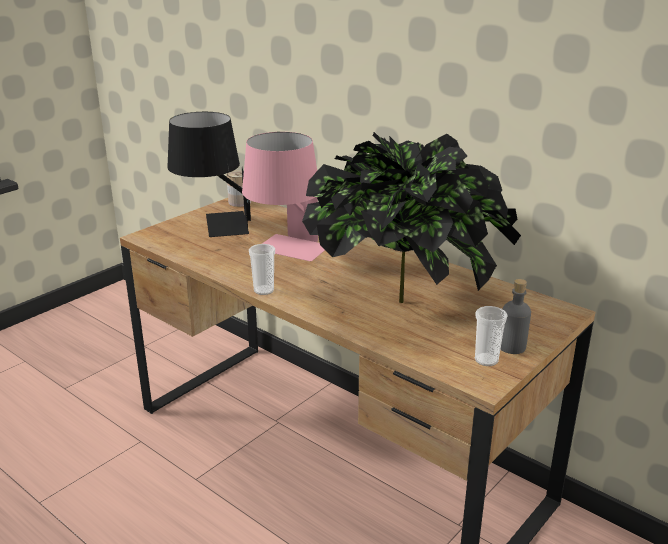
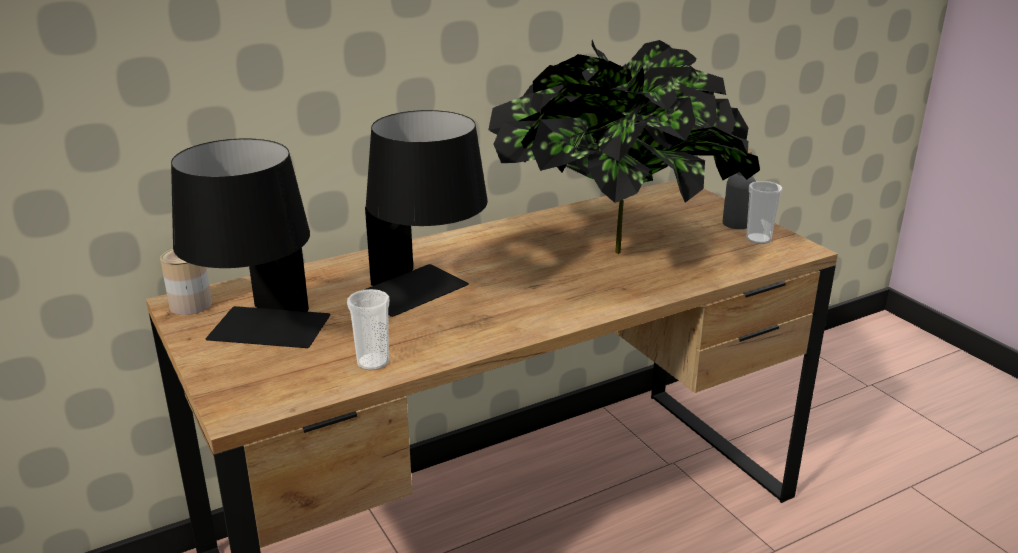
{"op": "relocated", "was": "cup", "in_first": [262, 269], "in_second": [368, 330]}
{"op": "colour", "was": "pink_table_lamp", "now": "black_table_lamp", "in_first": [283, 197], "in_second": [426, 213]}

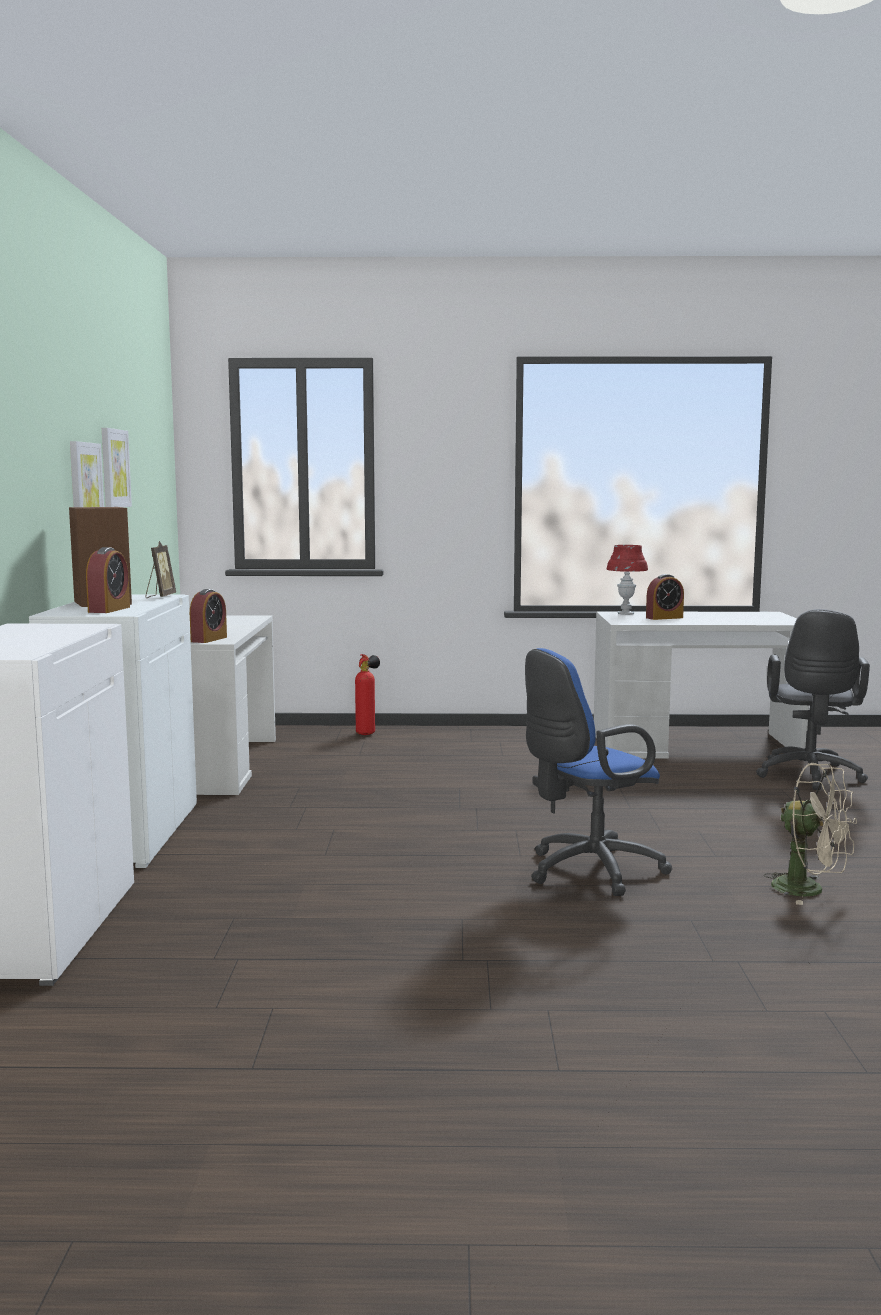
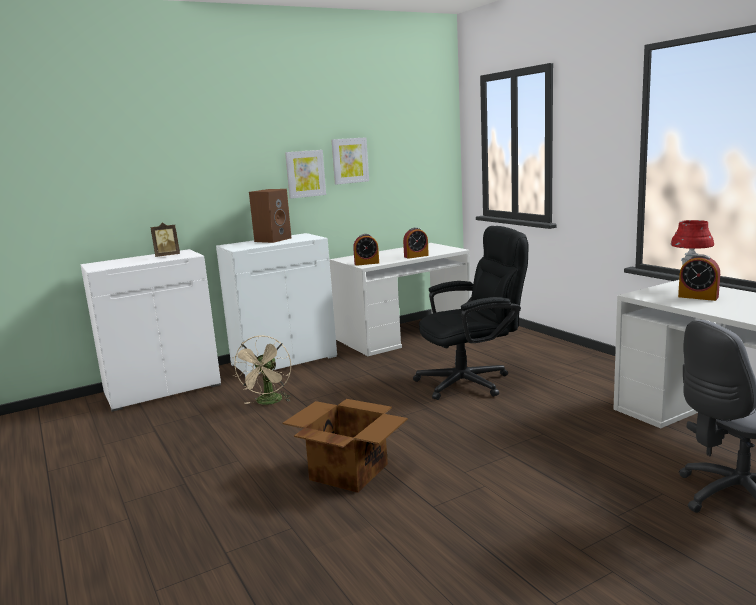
{"op": "missing", "was": "fire_extinguisher", "in_first": [367, 694]}
{"op": "appeared", "now": "black_office_chair", "in_second": [470, 313]}
{"op": "relocated", "was": "alarm_clock", "in_first": [108, 580], "in_second": [416, 243]}
{"op": "relocated", "was": "picture_frame", "in_first": [161, 569], "in_second": [165, 240]}
{"op": "relocated", "was": "beige_fan", "in_first": [810, 834], "in_second": [261, 370]}
{"op": "exchanged", "was": "blue_office_chair", "now": "cardboard_box", "in_first": [598, 772], "in_second": [345, 446]}

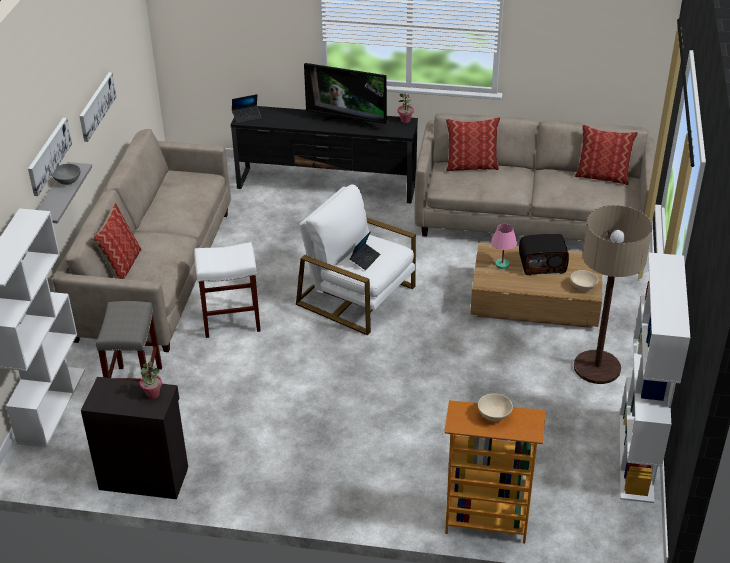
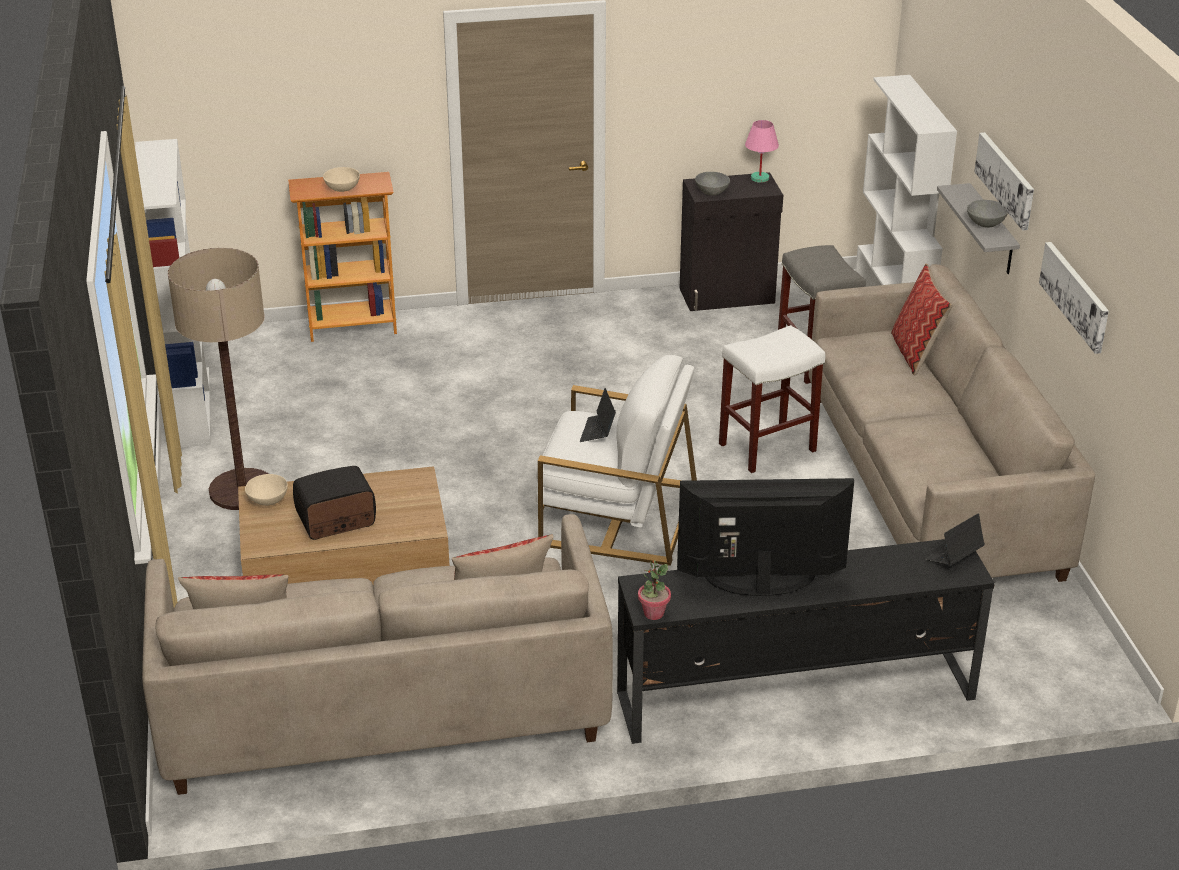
{"op": "relocated", "was": "pink_table_lamp", "in_first": [504, 246], "in_second": [762, 151]}
{"op": "exchanged", "was": "potted_plant", "now": "grey_bowl", "in_first": [151, 380], "in_second": [712, 183]}

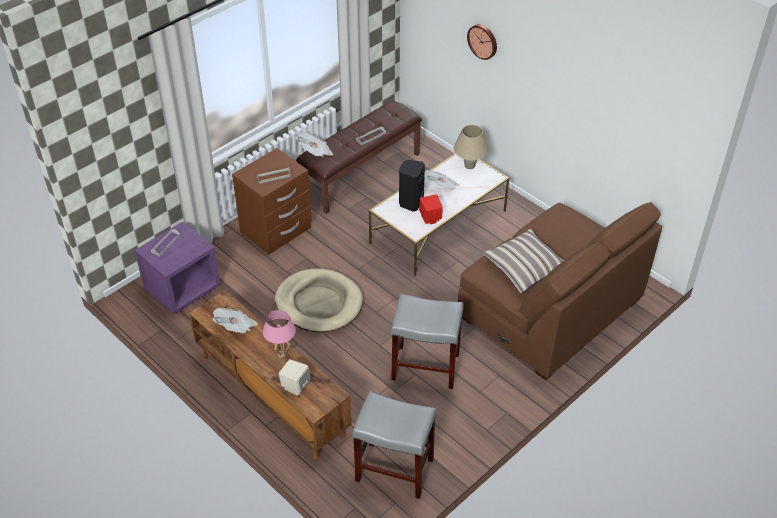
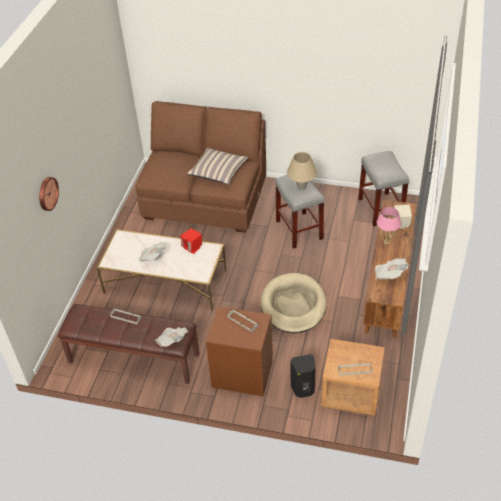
{"op": "relocated", "was": "black_speaker", "in_first": [412, 186], "in_second": [303, 376]}
{"op": "relocated", "was": "beige_table_lamp", "in_first": [471, 147], "in_second": [302, 171]}
{"op": "colour", "was": "purple_nightstand", "now": "brown_nightstand", "in_first": [178, 268], "in_second": [353, 377]}

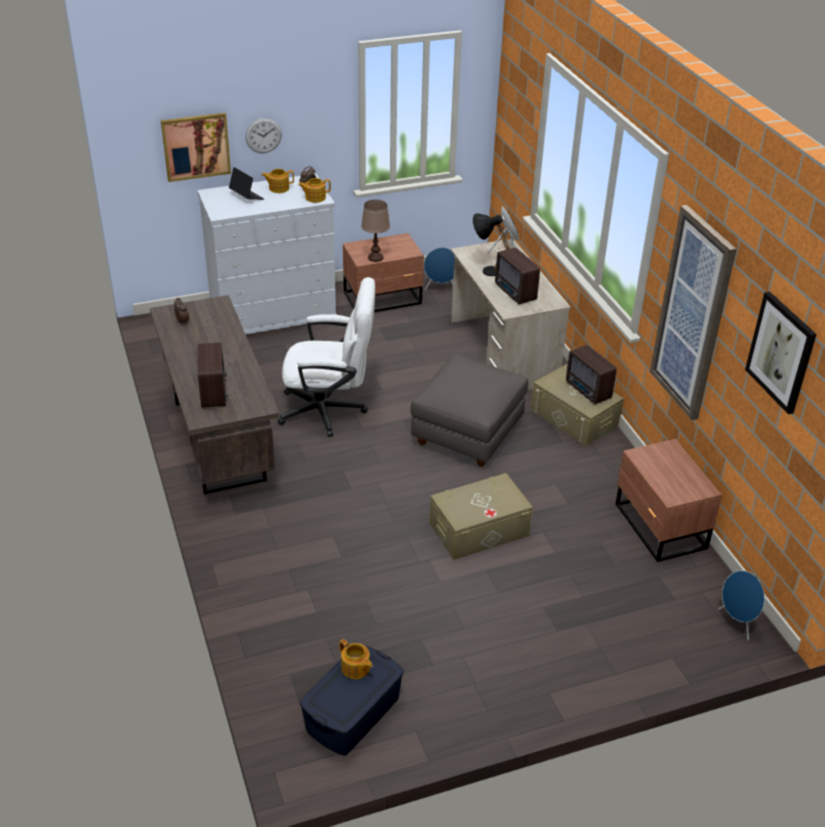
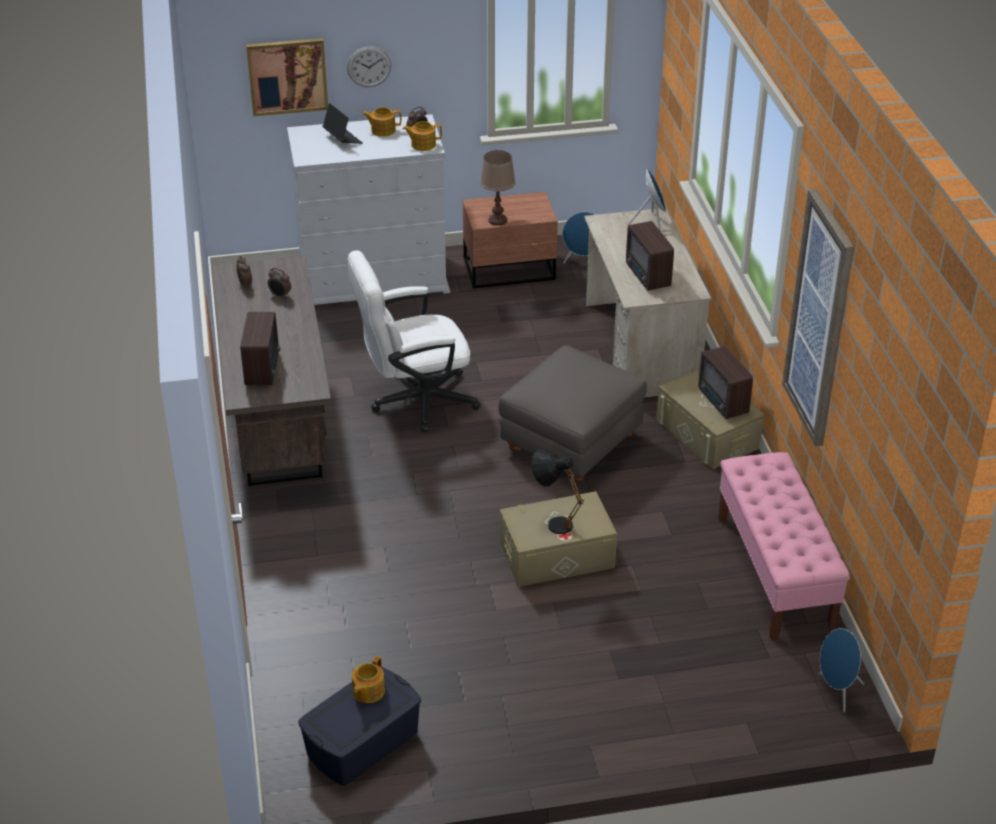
{"op": "missing", "was": "picture", "in_first": [781, 352]}
{"op": "appeared", "now": "alarm_clock", "in_second": [279, 283]}
{"op": "relocated", "was": "black_table_lamp", "in_first": [491, 245], "in_second": [557, 491]}
{"op": "exchanged", "was": "brown_nightstand", "now": "pink_bench", "in_first": [669, 500], "in_second": [784, 546]}
{"op": "spun", "was": "white_office_chair", "in_first": [326, 357], "in_second": [414, 341], "clockwise": 150}
{"op": "spun", "was": "teapot", "in_first": [356, 659], "in_second": [368, 679], "clockwise": 60}

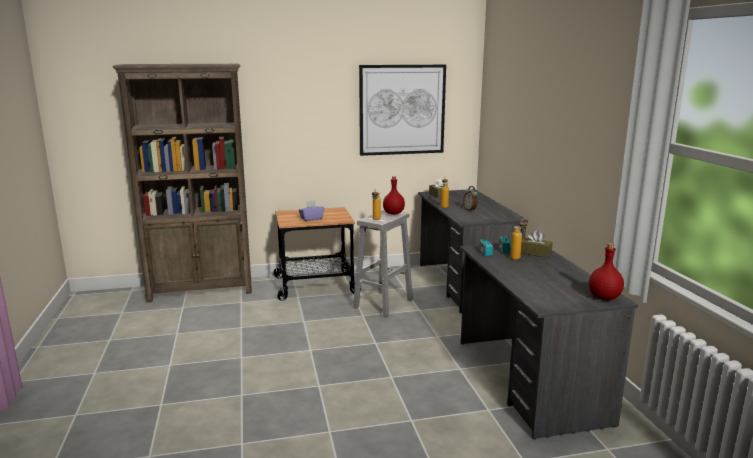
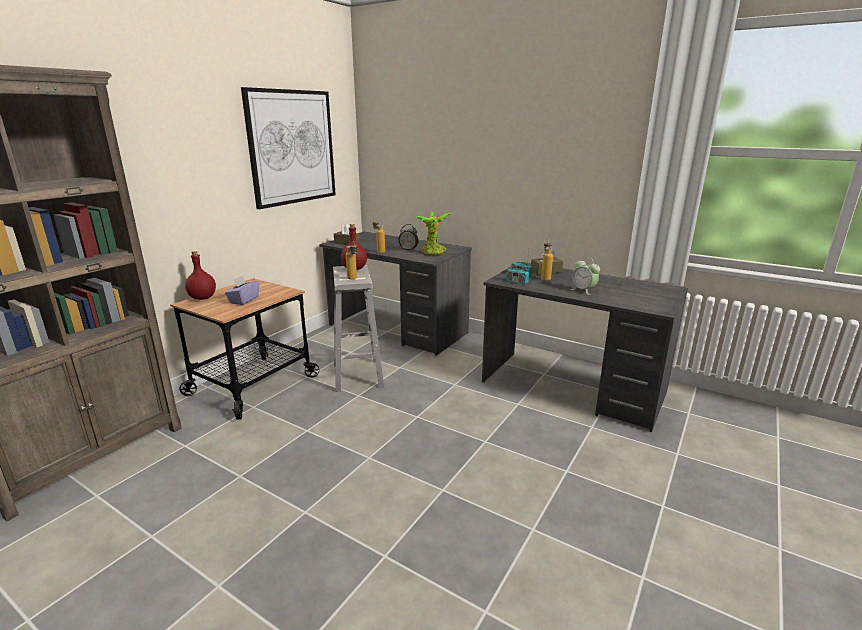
{"op": "appeared", "now": "potted_plant", "in_second": [433, 233]}
{"op": "appeared", "now": "alarm_clock", "in_second": [585, 276]}
{"op": "relocated", "was": "red_bottle", "in_first": [606, 271], "in_second": [200, 275]}

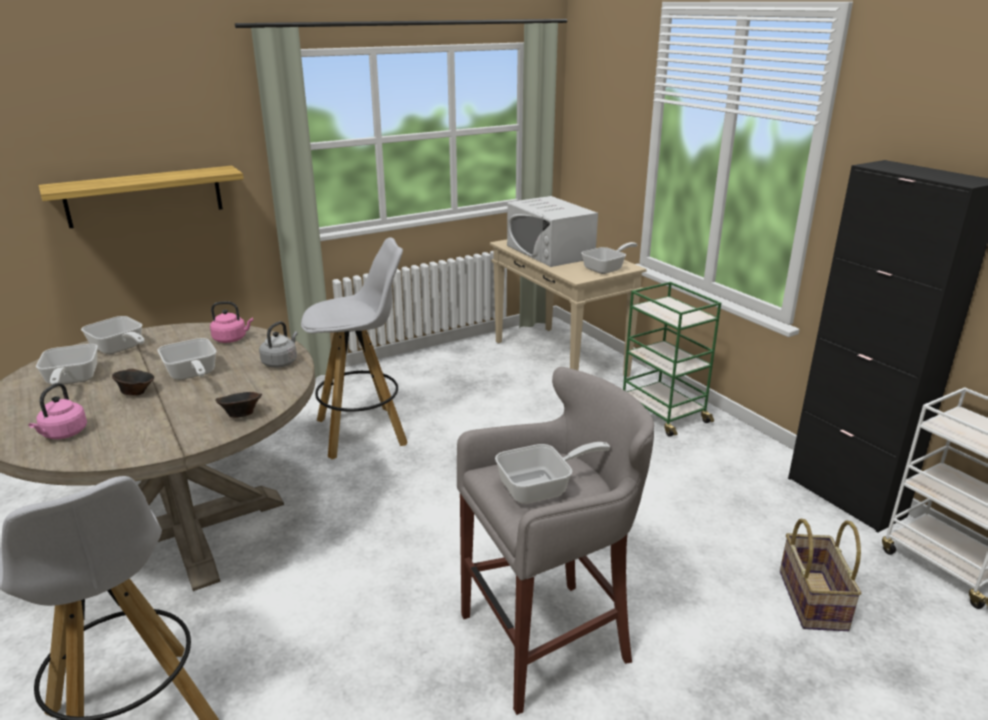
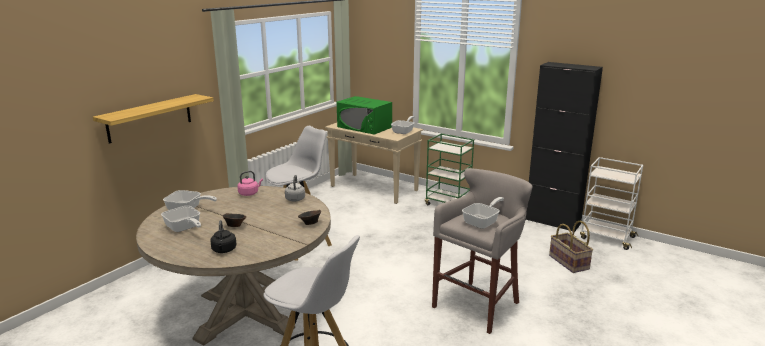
{"op": "missing", "was": "frying_pan", "in_first": [186, 359]}
{"op": "colour", "was": "pink_kettle", "now": "black_kettle", "in_first": [57, 411], "in_second": [223, 236]}
{"op": "colour", "was": "white_microwave", "now": "green_microwave", "in_first": [552, 231], "in_second": [364, 115]}

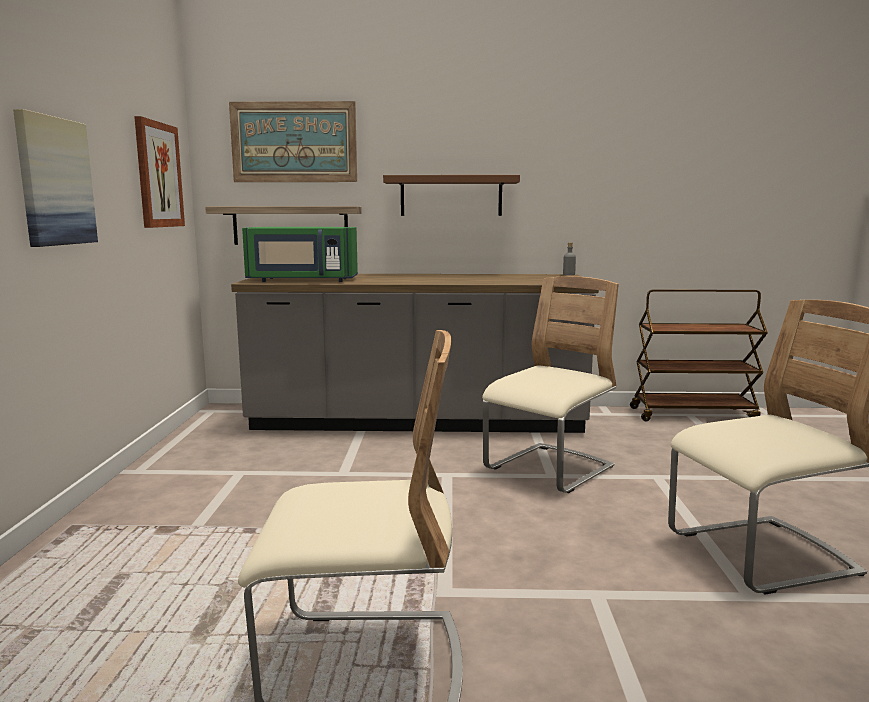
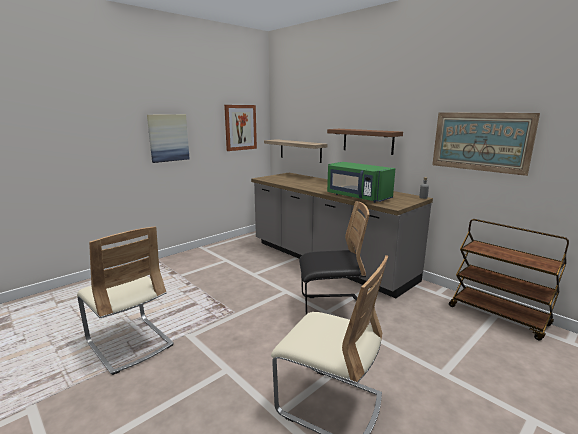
{"op": "relocated", "was": "picture", "in_first": [293, 141], "in_second": [486, 144]}
{"op": "relocated", "was": "green_microwave", "in_first": [300, 254], "in_second": [361, 182]}
{"op": "colour", "was": "beige_chair", "now": "black_chair", "in_first": [550, 384], "in_second": [334, 260]}

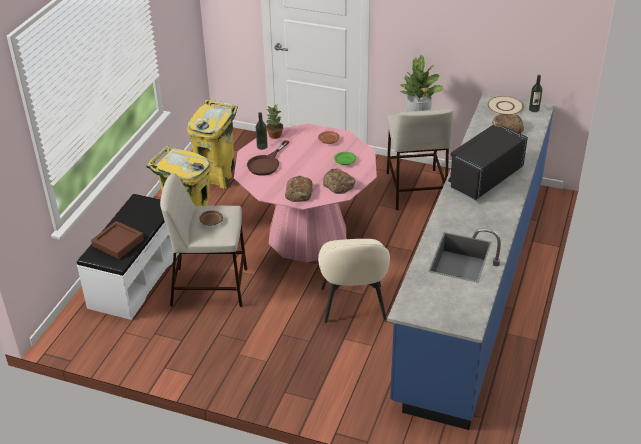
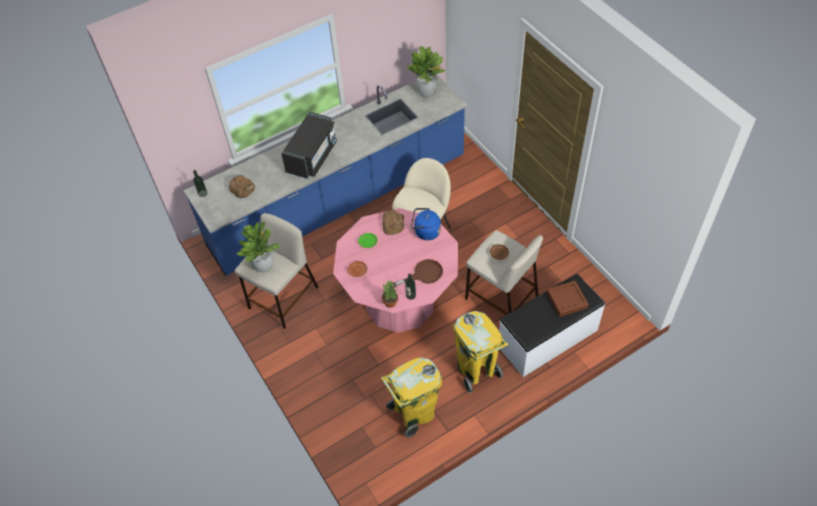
{"op": "missing", "was": "beige_plate", "in_first": [506, 105]}
{"op": "appeared", "now": "potted_plant", "in_second": [426, 72]}
{"op": "exchanged", "was": "bread", "now": "blue_kettle", "in_first": [299, 189], "in_second": [426, 224]}
{"op": "spun", "was": "black_microwave", "in_first": [488, 163], "in_second": [309, 145], "clockwise": -60}

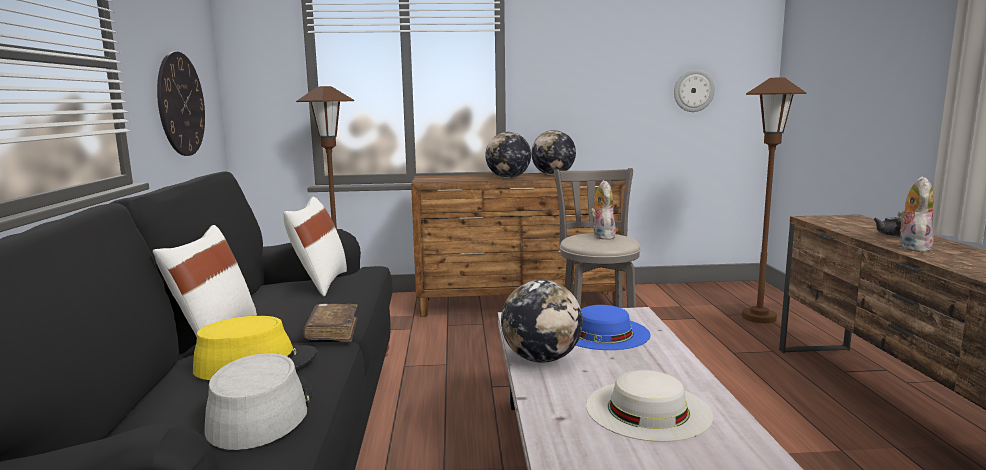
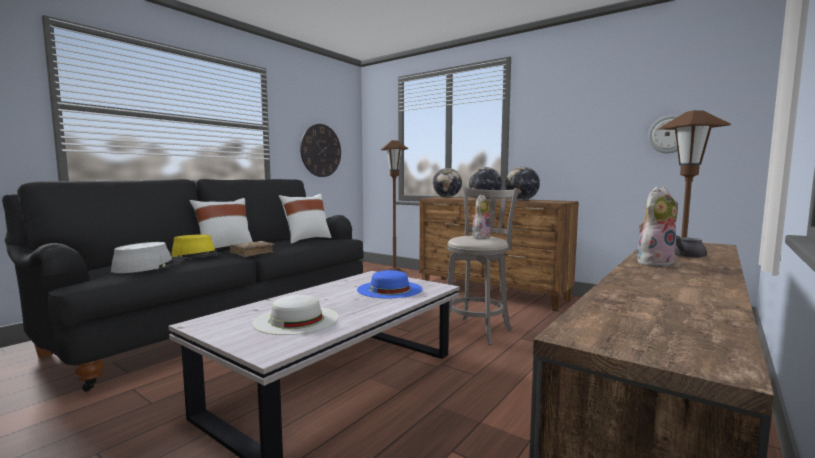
{"op": "relocated", "was": "globe", "in_first": [542, 321], "in_second": [447, 182]}

